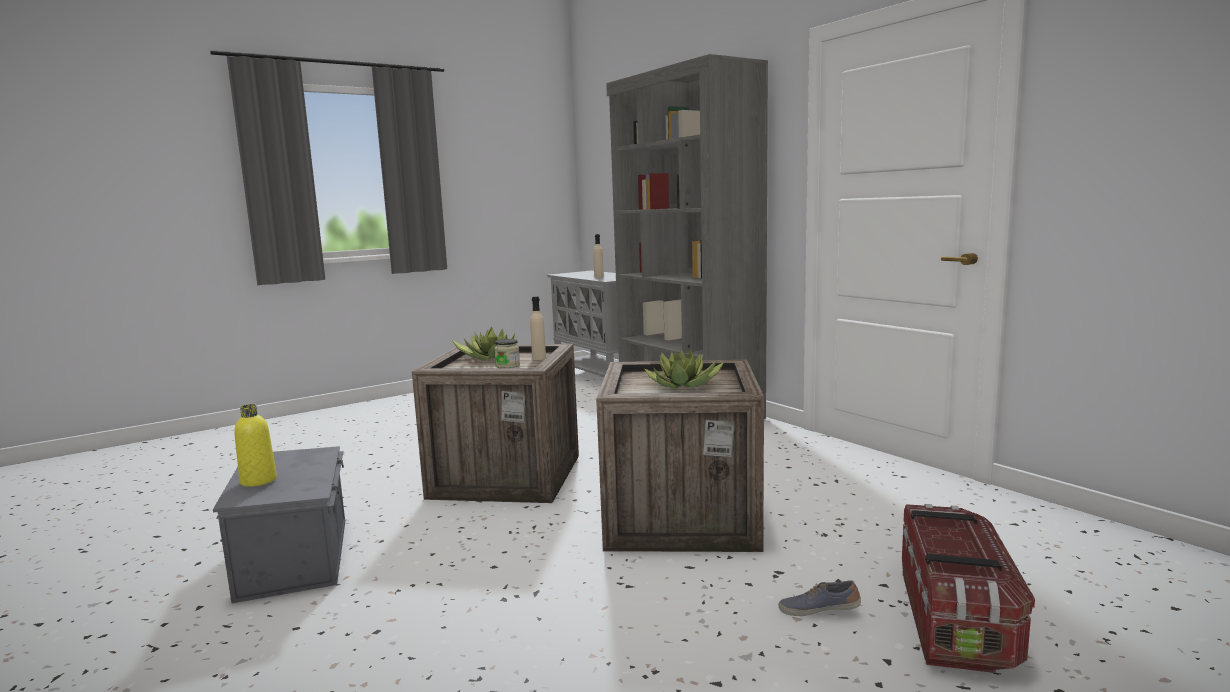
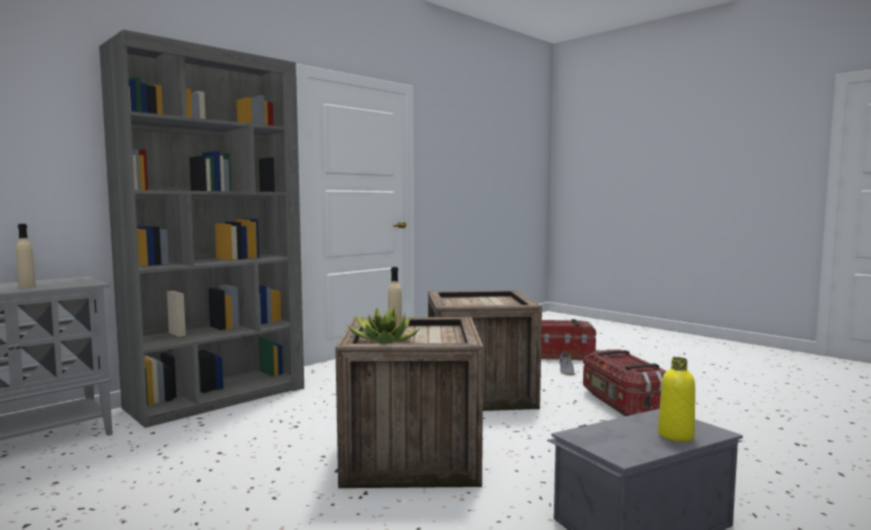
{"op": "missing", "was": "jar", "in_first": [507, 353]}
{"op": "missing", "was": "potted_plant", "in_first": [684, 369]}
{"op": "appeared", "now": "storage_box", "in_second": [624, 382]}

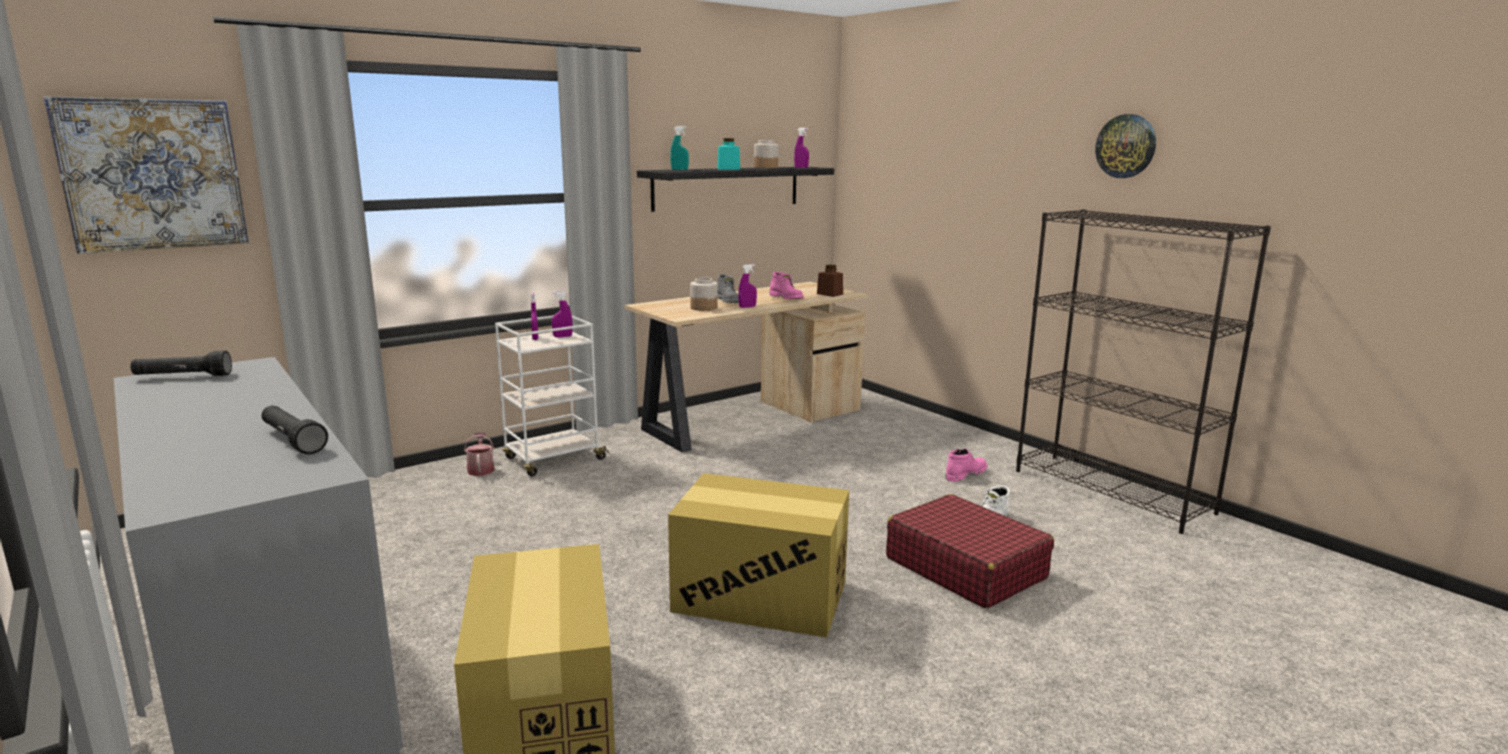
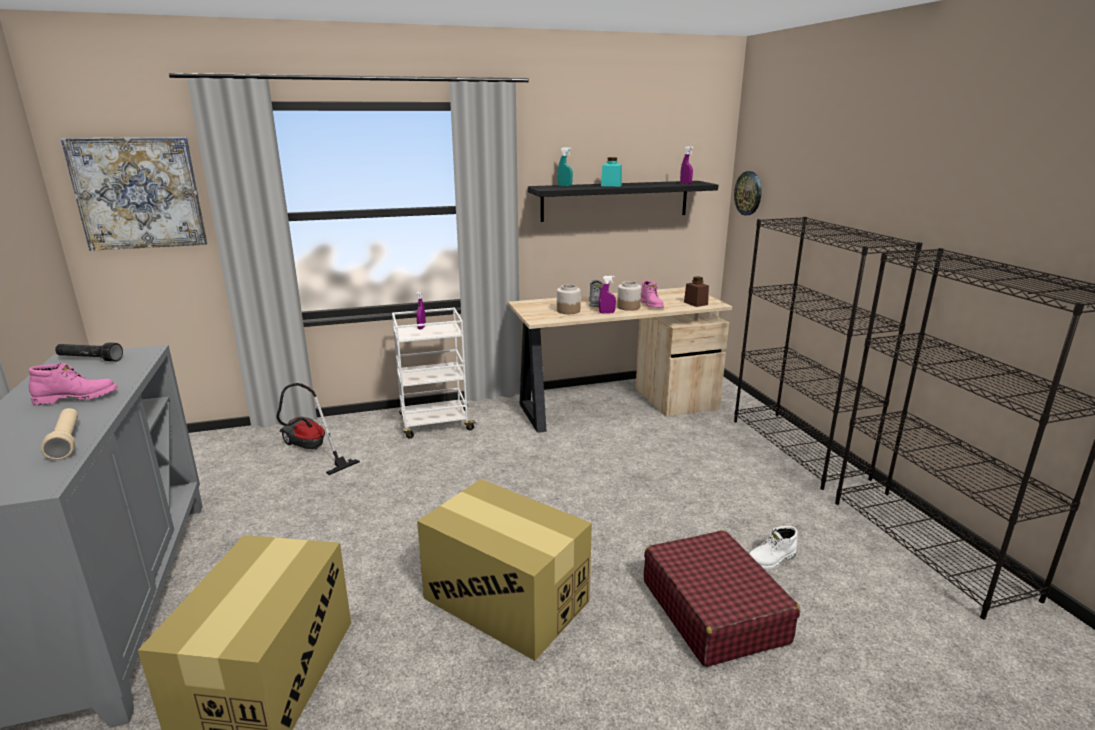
{"op": "missing", "was": "watering_can", "in_first": [479, 454]}
{"op": "missing", "was": "purple_spray_bottle", "in_first": [562, 314]}
{"op": "appeared", "now": "vacuum_cleaner", "in_second": [318, 429]}
{"op": "appeared", "now": "black_bookcase", "in_second": [828, 353]}
{"op": "relocated", "was": "jar", "in_first": [766, 154], "in_second": [629, 296]}
{"op": "relocated", "was": "pink_boot", "in_first": [966, 465], "in_second": [73, 384]}
{"op": "relocated", "was": "wall_clock", "in_first": [1125, 146], "in_second": [748, 193]}
{"op": "colour", "was": "black_flashlight", "now": "beige_flashlight", "in_first": [294, 430], "in_second": [59, 434]}

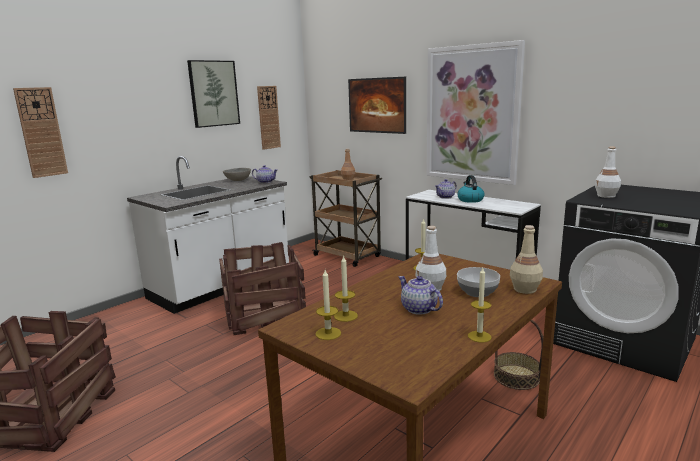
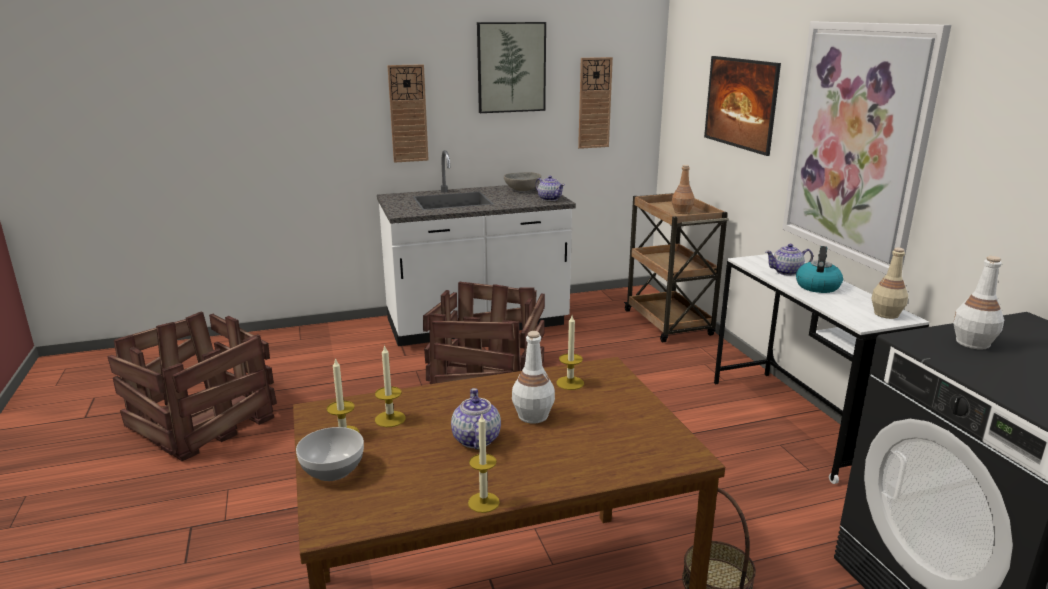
{"op": "relocated", "was": "wall_clock", "in_first": [40, 132], "in_second": [407, 113]}
{"op": "relocated", "was": "bowl", "in_first": [478, 282], "in_second": [330, 454]}
{"op": "relocated", "was": "beige_bottle", "in_first": [526, 259], "in_second": [890, 283]}

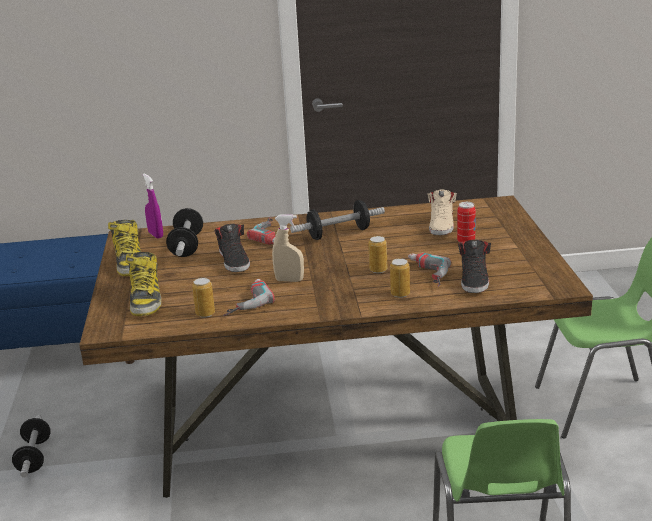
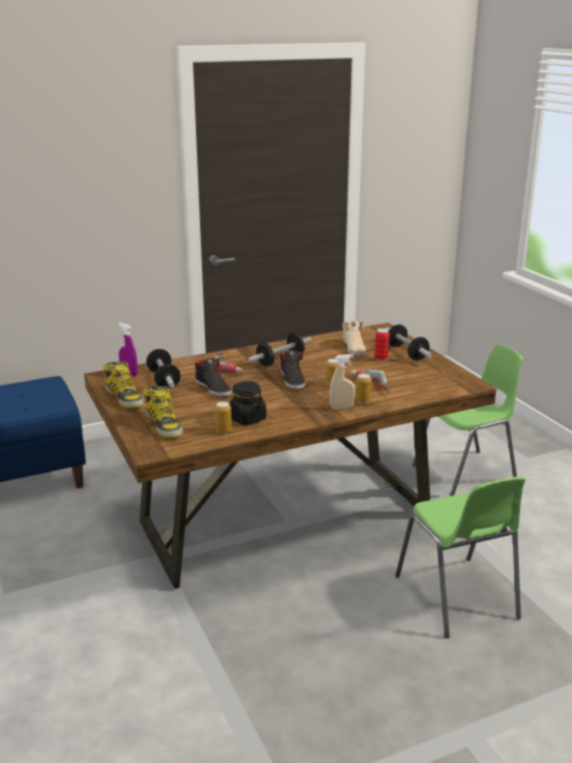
{"op": "relocated", "was": "dumbbell", "in_first": [31, 446], "in_second": [409, 342]}
{"op": "relocated", "was": "beige_spray_bottle", "in_first": [288, 248], "in_second": [342, 381]}
{"op": "relocated", "was": "black_shoe", "in_first": [474, 266], "in_second": [292, 369]}
{"op": "exchanged", "was": "power_drill", "now": "black_jar", "in_first": [249, 297], "in_second": [247, 403]}

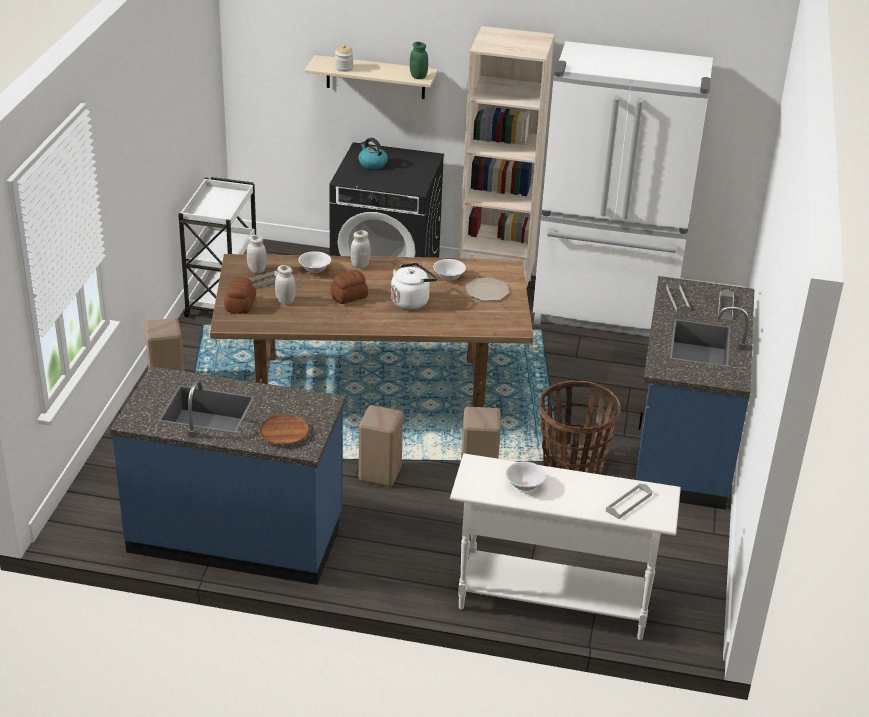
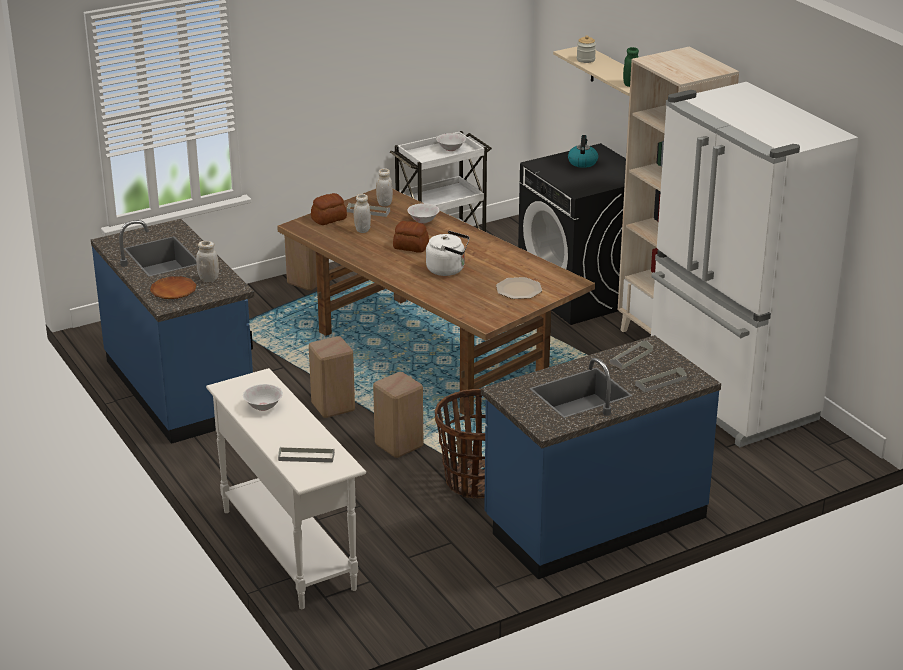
{"op": "relocated", "was": "white_jar", "in_first": [361, 249], "in_second": [207, 261]}
{"op": "relocated", "was": "white_bowl", "in_first": [449, 270], "in_second": [451, 142]}

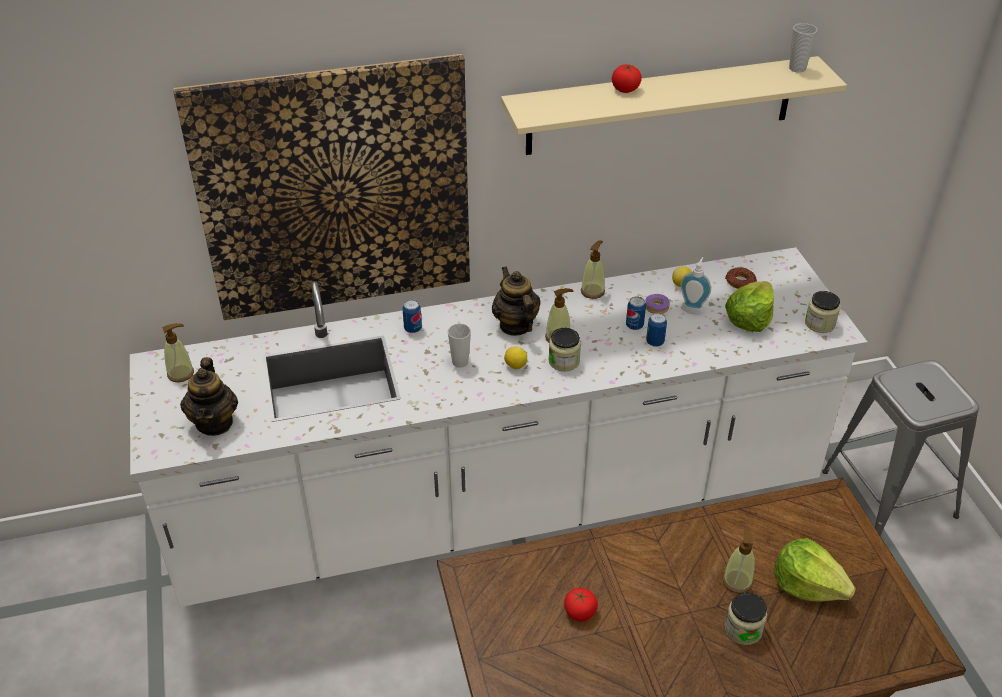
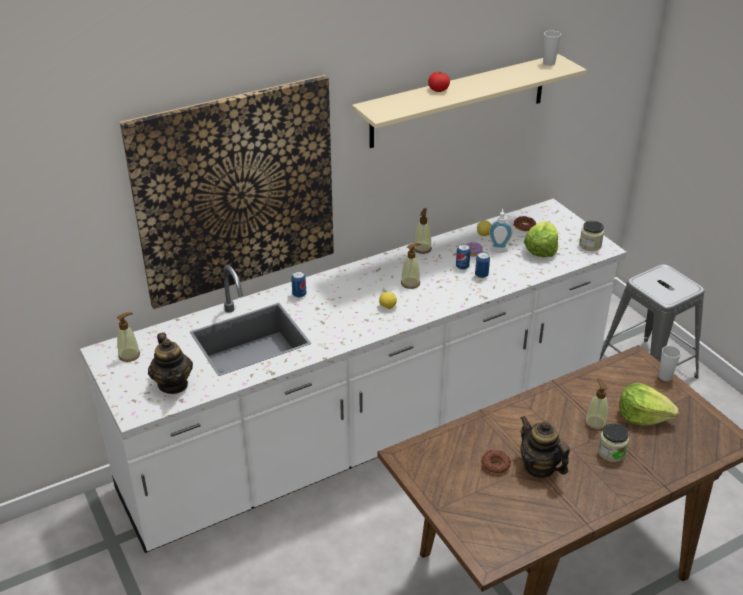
{"op": "missing", "was": "jar", "in_first": [564, 349]}
{"op": "relocated", "was": "cup", "in_first": [459, 345], "in_second": [670, 363]}
{"op": "relocated", "was": "teapot", "in_first": [516, 301], "in_second": [545, 447]}
{"op": "exchanged", "was": "tomato", "now": "donut", "in_first": [581, 605], "in_second": [496, 462]}

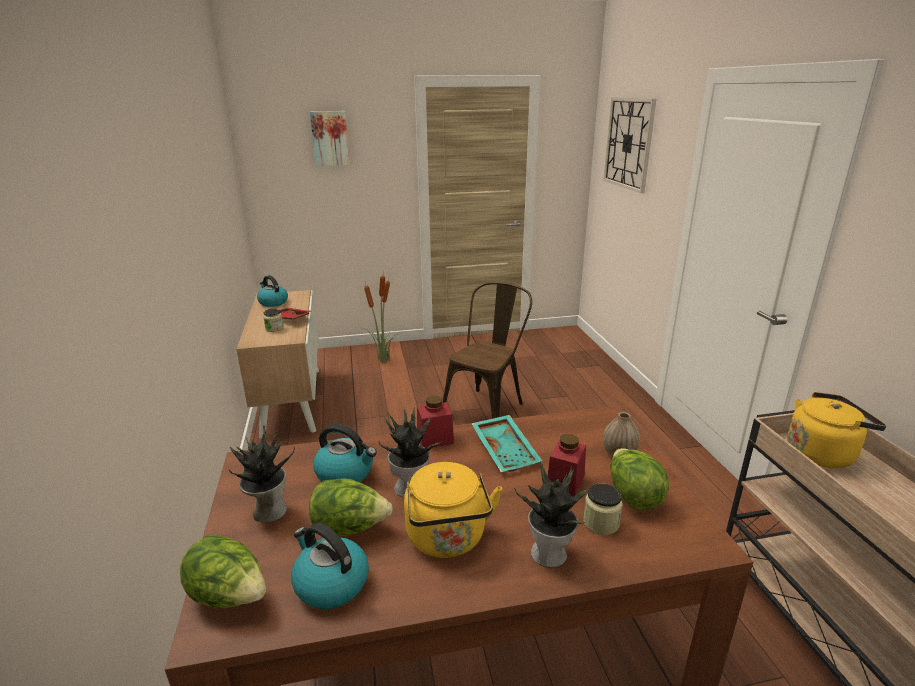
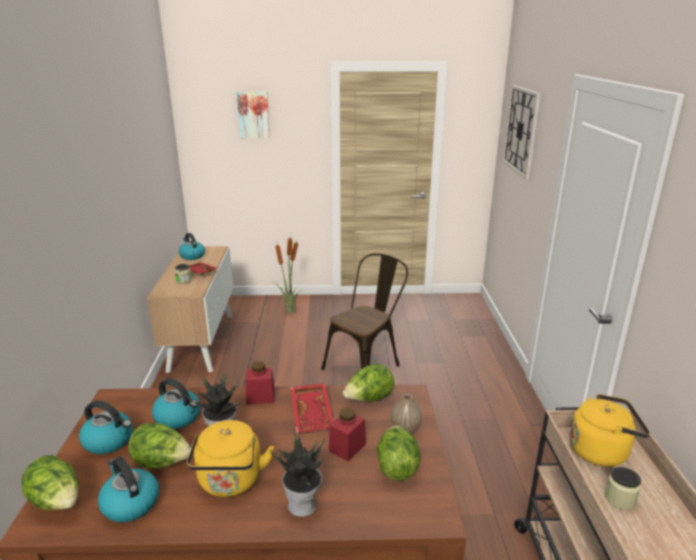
{"op": "appeared", "now": "lettuce", "in_second": [368, 383]}
{"op": "relocated", "was": "jar", "in_first": [602, 509], "in_second": [623, 488]}
{"op": "exchanged", "was": "potted_plant", "now": "kettle", "in_first": [262, 474], "in_second": [106, 427]}
{"op": "colour", "was": "turquoise_tray", "now": "red_tray", "in_first": [506, 443], "in_second": [312, 408]}

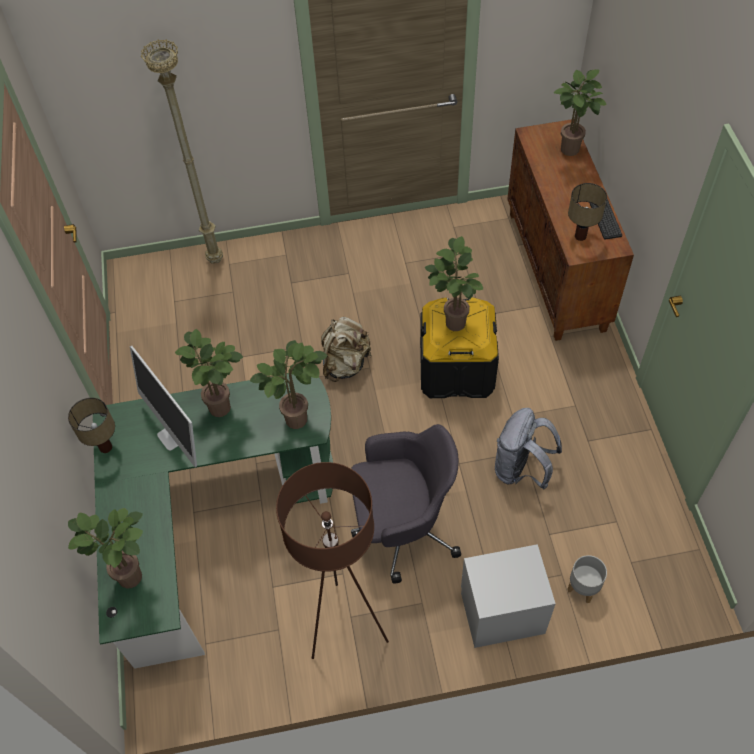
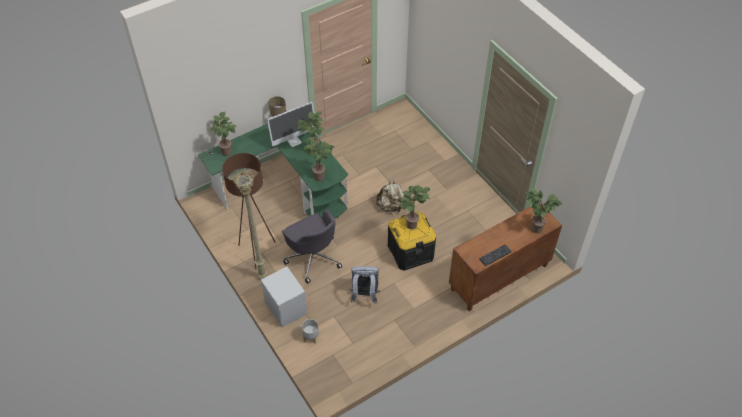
{"op": "missing", "was": "table_lamp", "in_first": [587, 212]}
{"op": "relocated", "was": "beige_floor_lamp", "in_first": [182, 151], "in_second": [250, 225]}
{"op": "spun", "was": "monitor", "in_first": [163, 406], "in_second": [291, 124], "clockwise": -150}

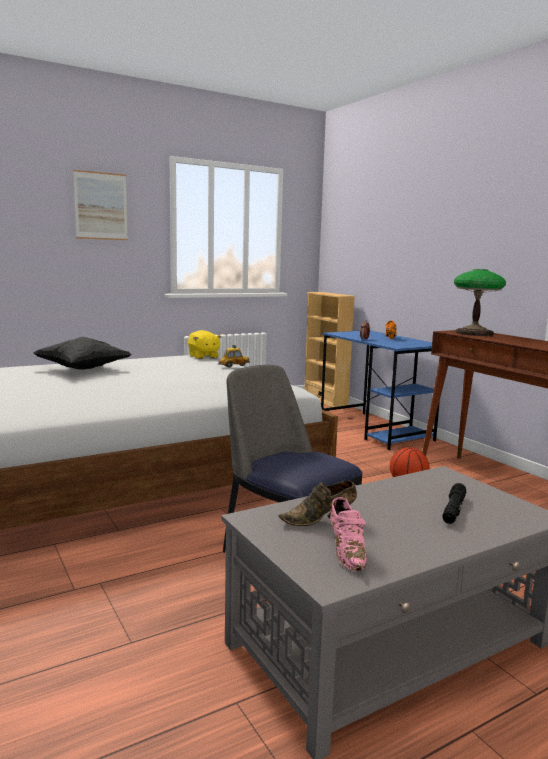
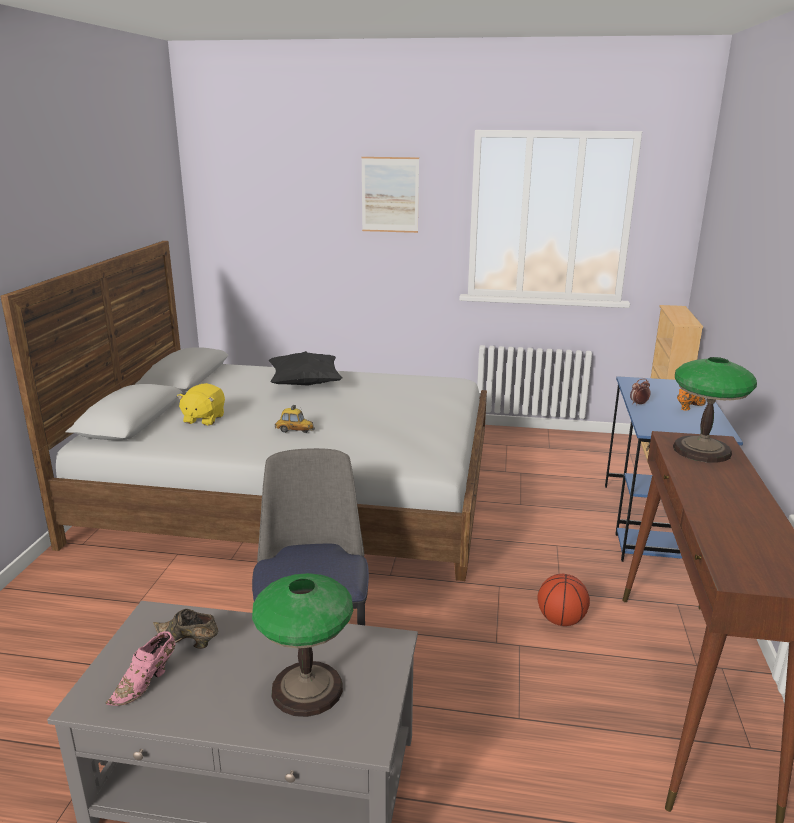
{"op": "relocated", "was": "yellow_plush_toy", "in_first": [205, 344], "in_second": [201, 404]}
{"op": "relocated", "was": "toy_car", "in_first": [234, 356], "in_second": [295, 419]}
{"op": "exchanged", "was": "black_flashlight", "now": "table_lamp", "in_first": [454, 503], "in_second": [302, 645]}

